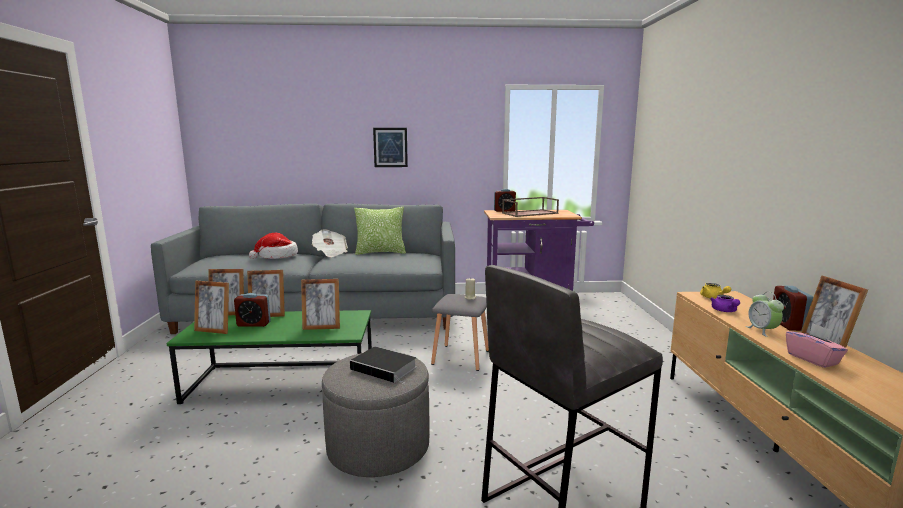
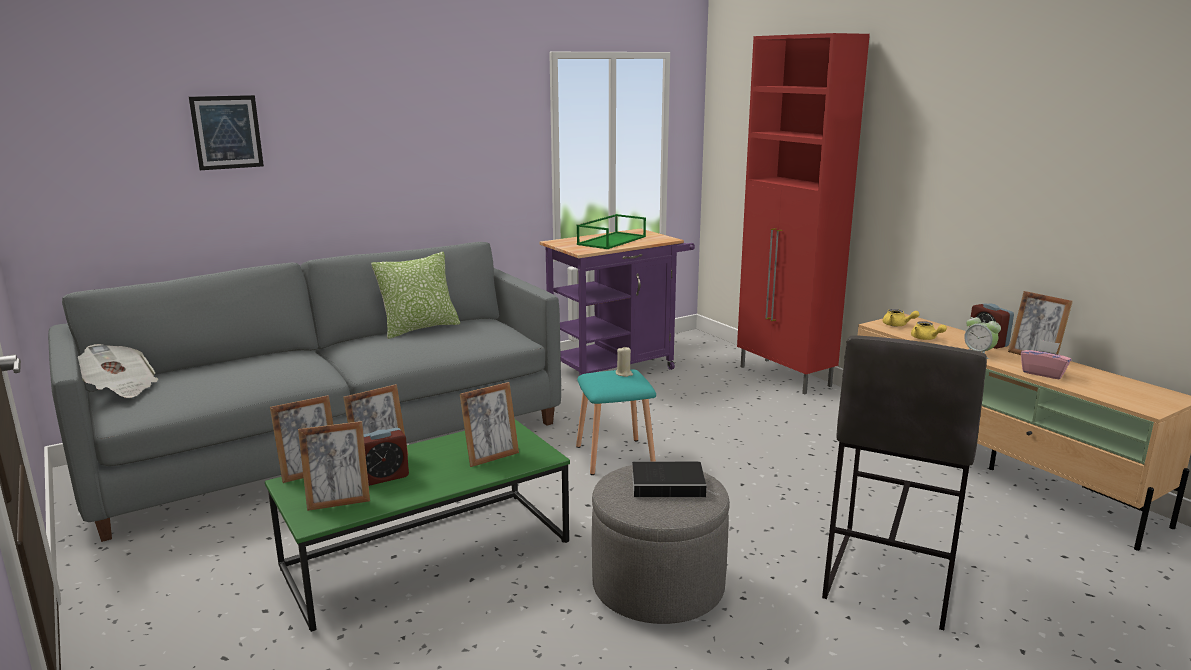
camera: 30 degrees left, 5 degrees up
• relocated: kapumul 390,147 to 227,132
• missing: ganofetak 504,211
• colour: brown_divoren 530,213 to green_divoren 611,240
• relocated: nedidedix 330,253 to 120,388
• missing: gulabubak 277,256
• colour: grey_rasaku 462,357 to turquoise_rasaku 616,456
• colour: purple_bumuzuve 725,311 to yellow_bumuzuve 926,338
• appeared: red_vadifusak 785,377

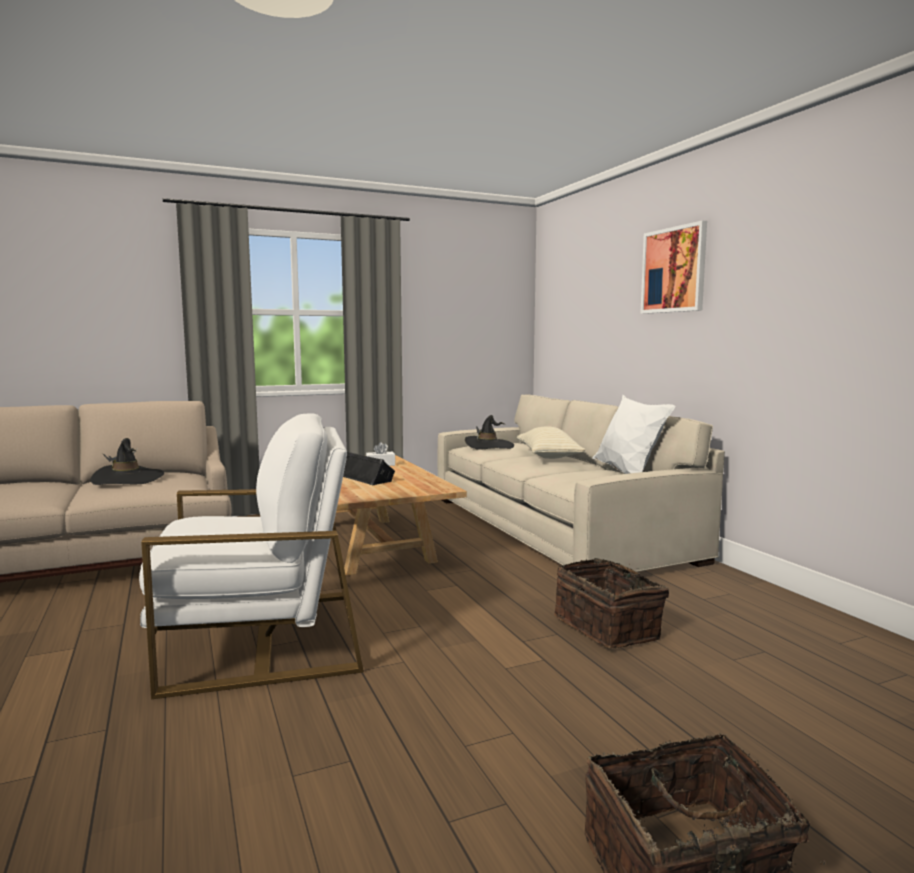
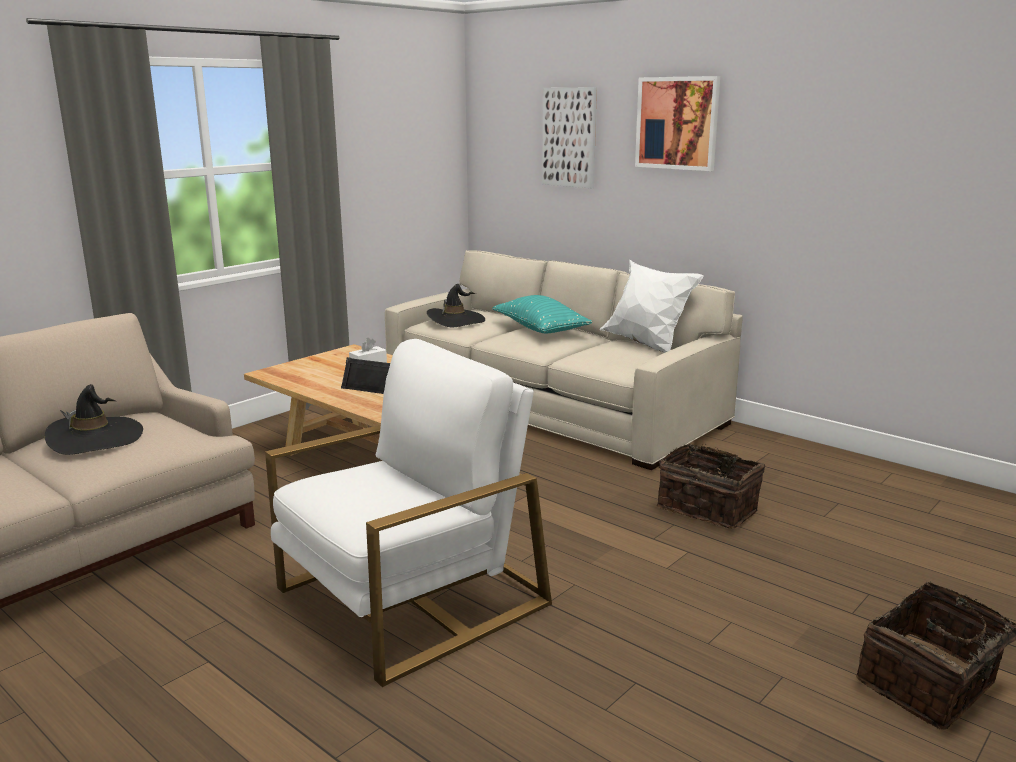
camera: 25 degrees left, 10 degrees up
• colour: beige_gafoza 548,456 to turquoise_gafoza 540,329
• appeared: kapumul 569,137

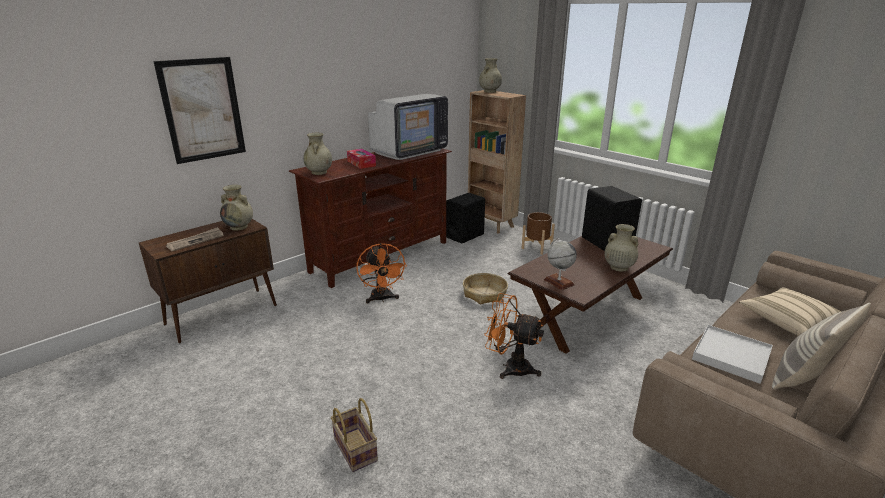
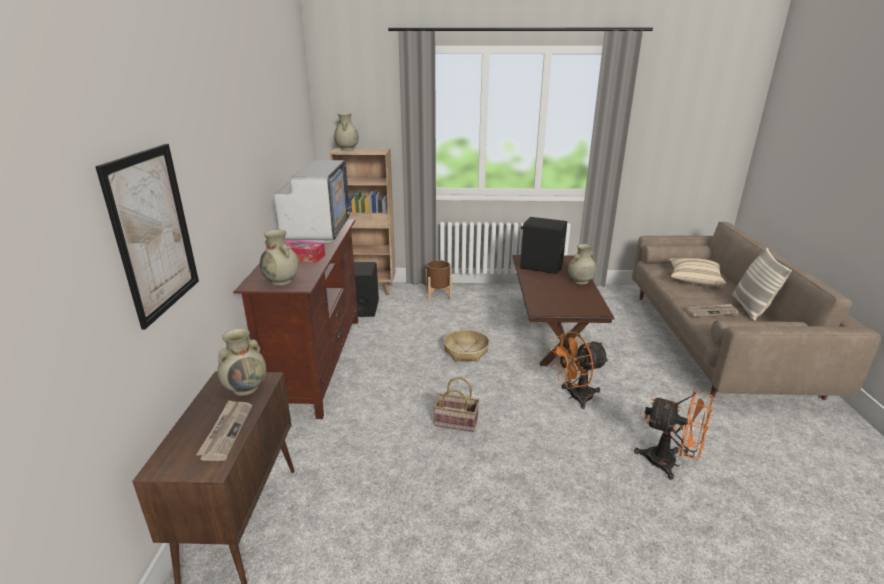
camera: 45 degrees left, 0 degrees up
• missing: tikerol 558,282
• relocated: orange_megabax 382,299 to 669,463
• exchanged: white_divoren 731,356 to nedidedix 711,312
• relocated: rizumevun 354,449 to 455,422

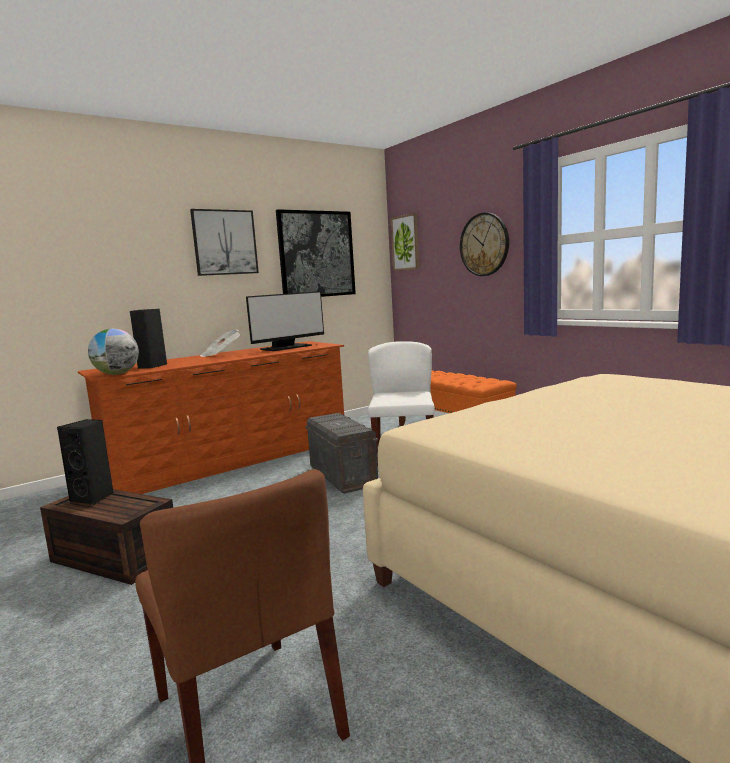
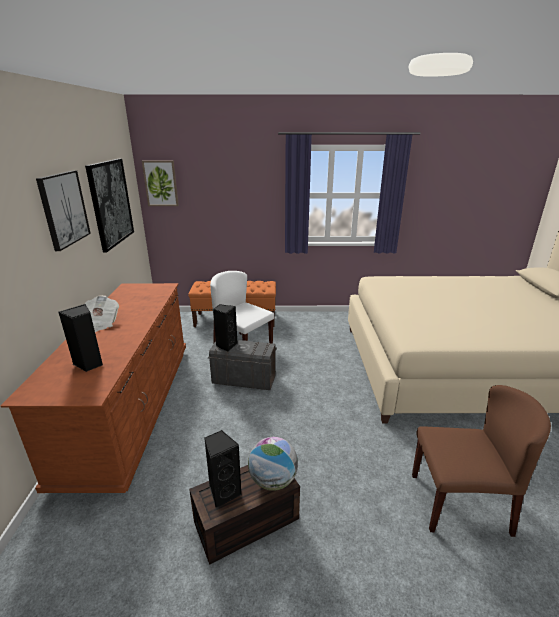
camera: 55 degrees left, 15 degrees up
• missing: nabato 484,244
• missing: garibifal 286,347
• relocated: tikerol 117,374 to 273,480
• appeared: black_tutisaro 226,345

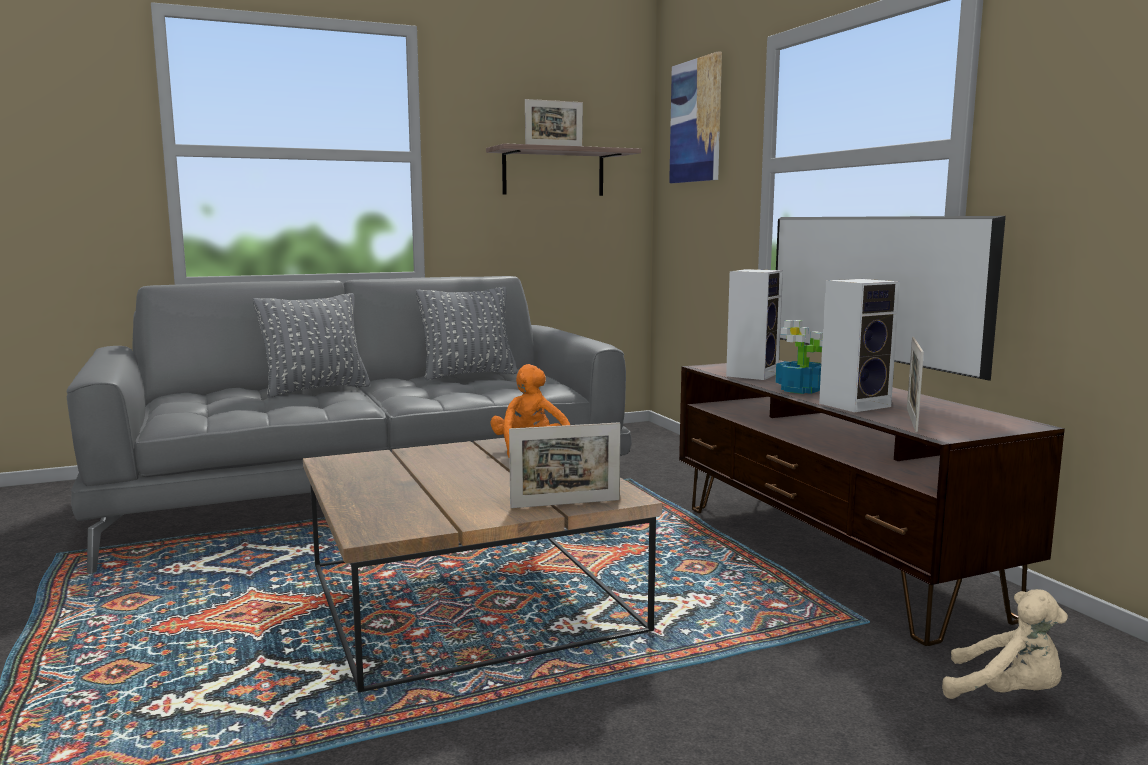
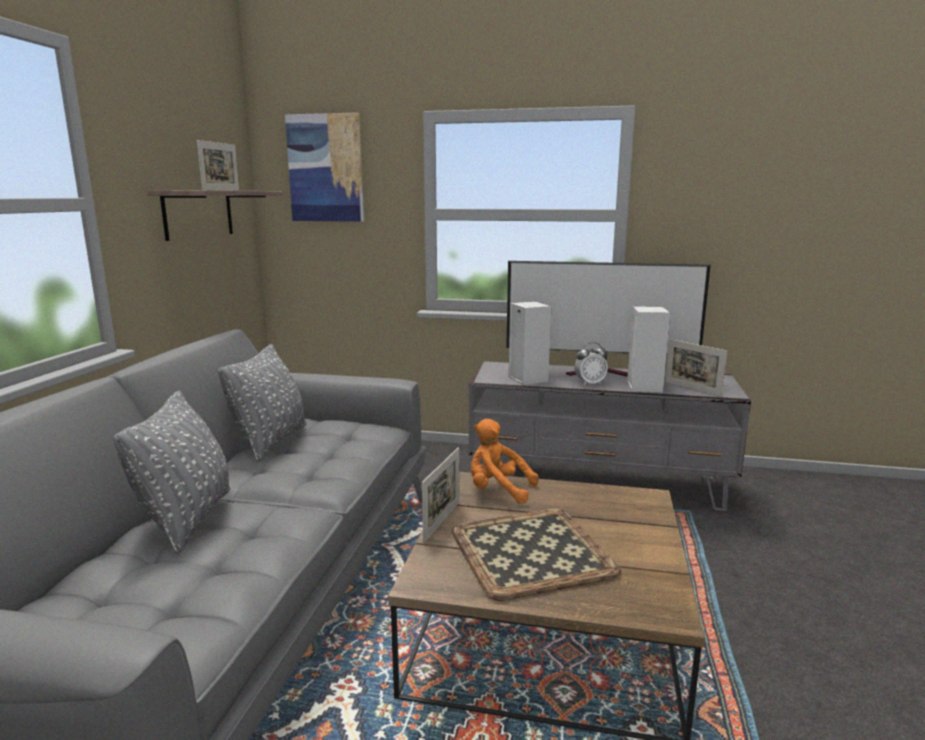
camera: 55 degrees left, 5 degrees up
• exchanged: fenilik 801,390 to ganofetak 590,383
• colour: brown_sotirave 830,557 to grey_sotirave 597,483
• relocated: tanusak 565,504 to 442,521
• missing: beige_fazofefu 1006,694
• appeared: divoren 531,551

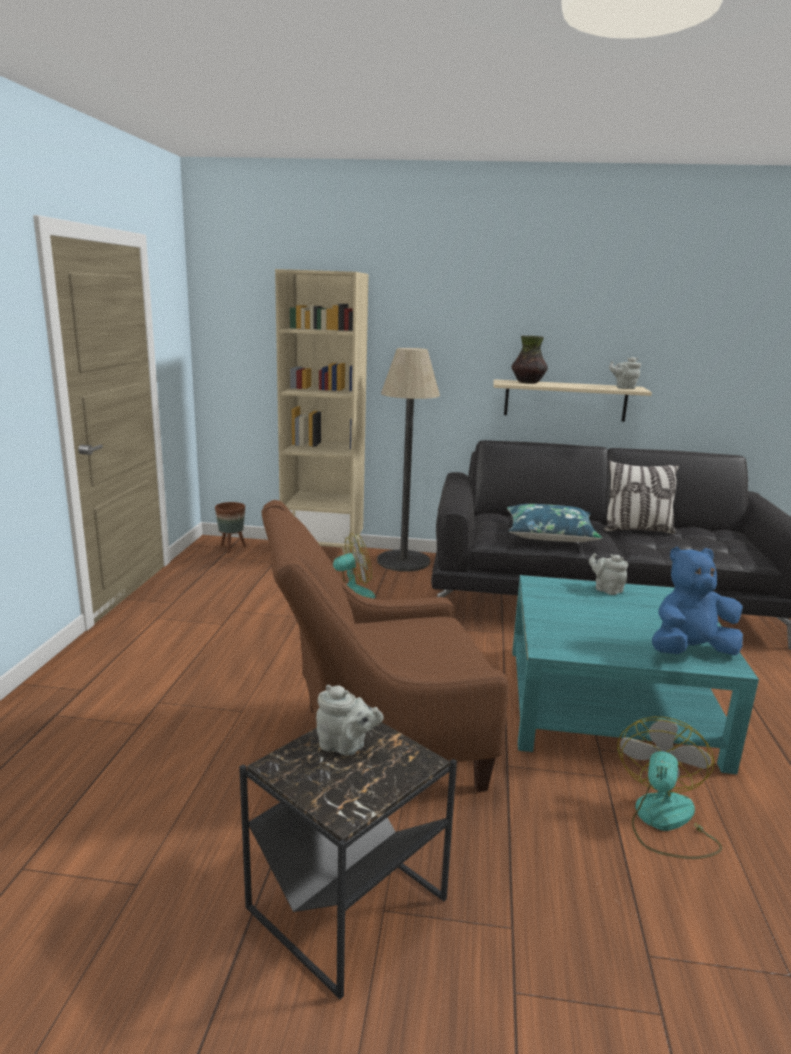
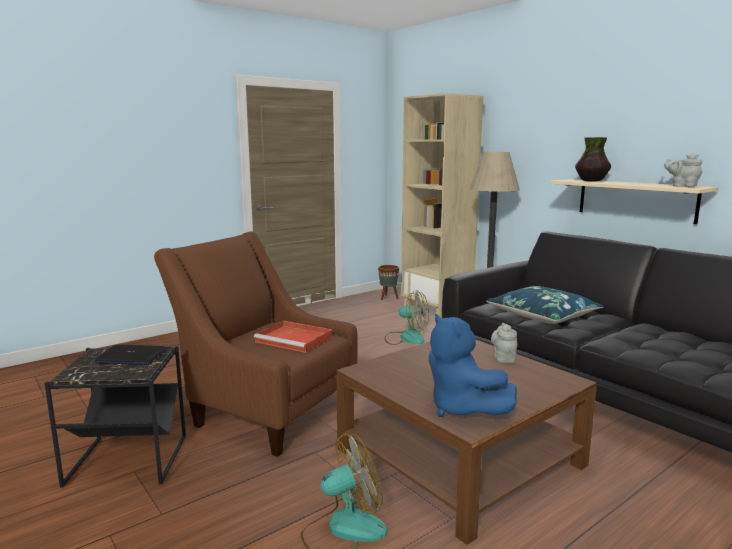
camera: 45 degrees right, 5 degrees down
• missing: gafoza 637,530
• spun: blue_fazofefu 689,651 = 461,408 150 degrees counterclockwise
• colour: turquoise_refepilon 609,703 to brown_refepilon 459,457
• exchanged: grey_bumuzuve 345,746 to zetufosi 131,357
• appeared: red_divoren 295,339

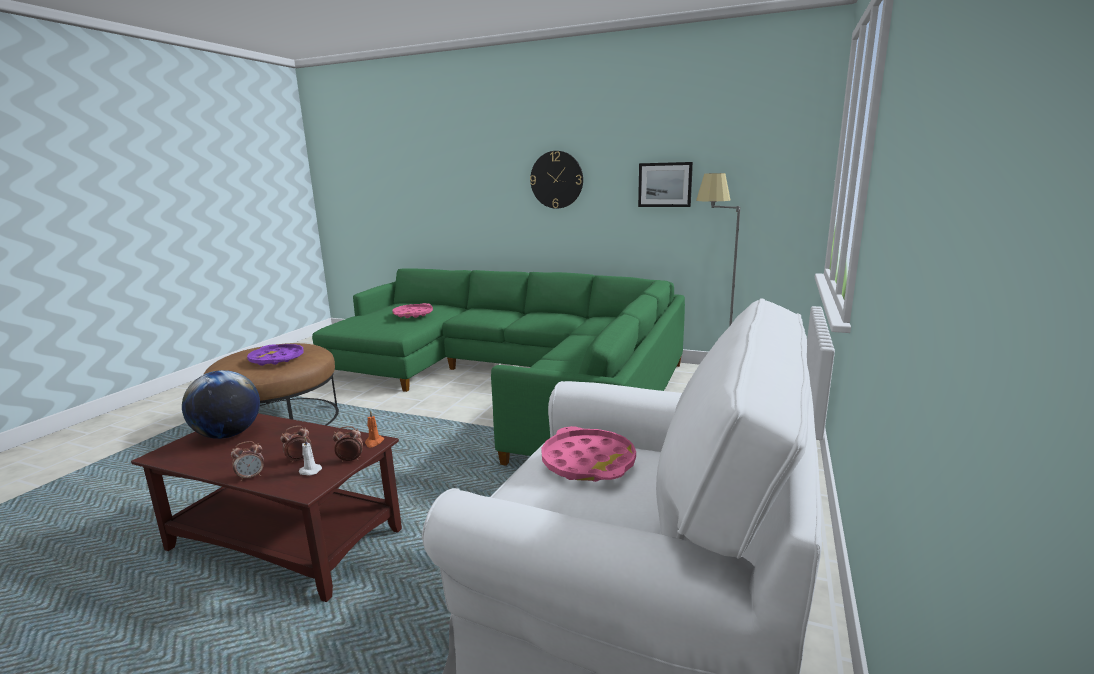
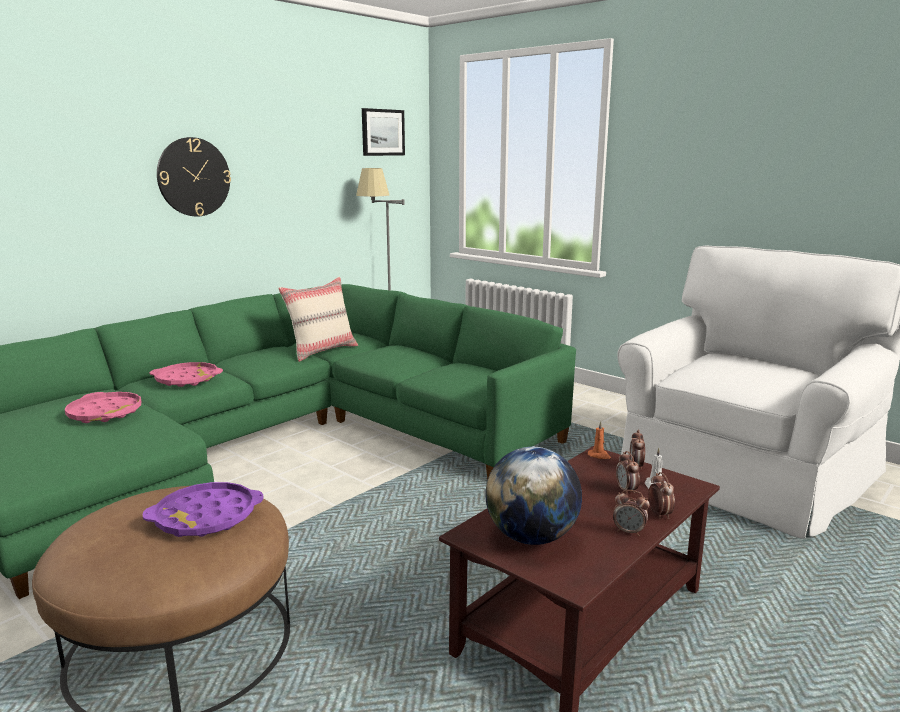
camera: 70 degrees left, 0 degrees up
• relocated: kapumul 665,184 to 382,132
• relocated: pink_divoren 588,462 to 187,379
• appeared: beige_gafoza 322,351
• appeared: ganofetak 629,532

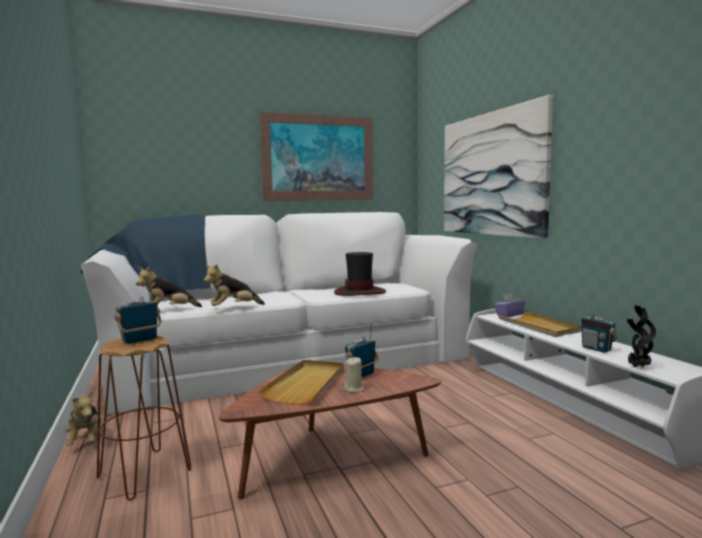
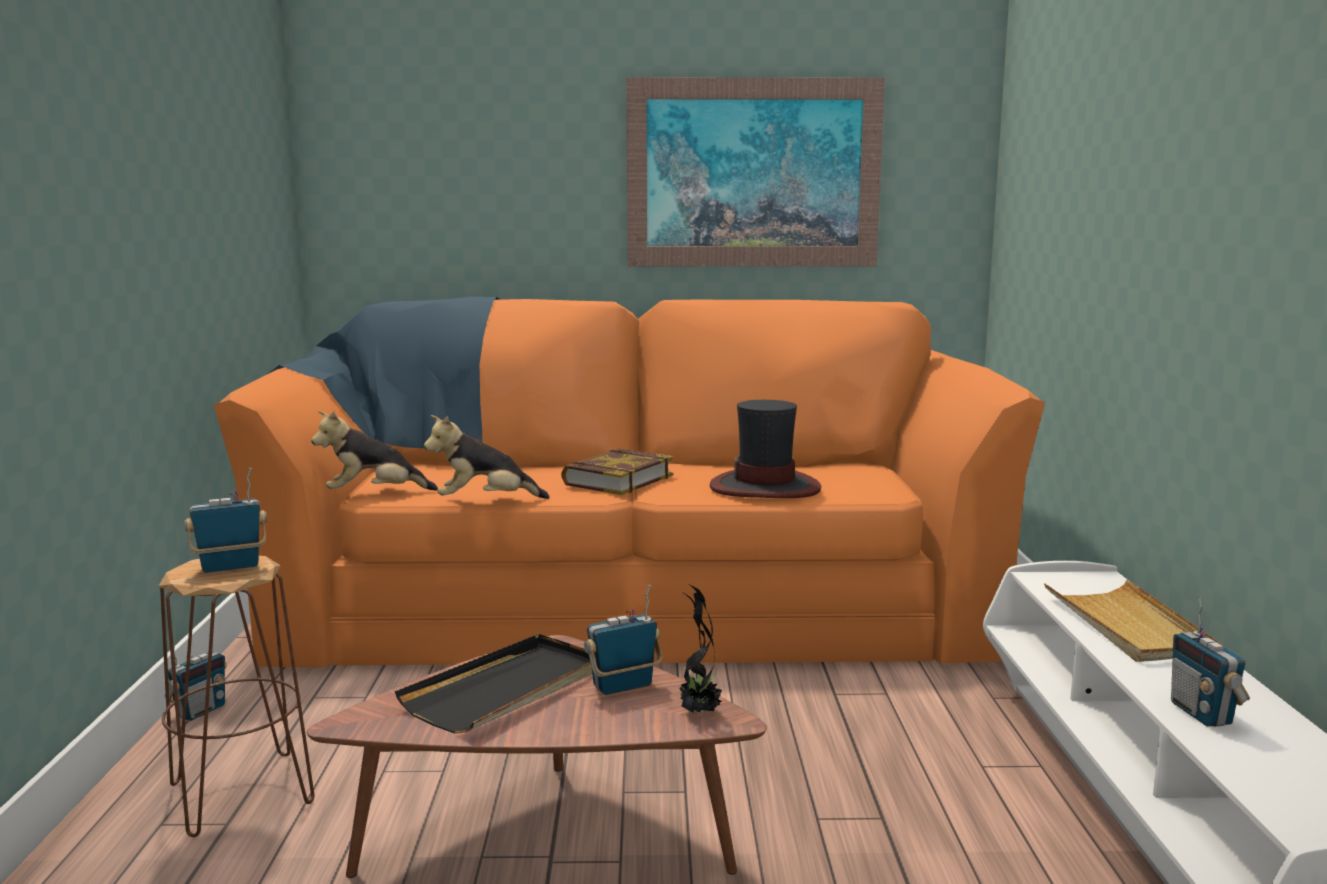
camera: 20 degrees right, 5 degrees up
• missing: kapumul 491,174
• colour: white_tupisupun 288,357 to orange_tupisupun 631,599
• missing: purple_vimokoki 509,315
• relocated: fenilik 637,367 to 698,712
• missing: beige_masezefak 354,389
• colour: beige_divoren 306,384 to black_divoren 507,689
• exchanged: fazofefu 86,440 to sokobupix 200,711
• appeared: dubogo 617,480

